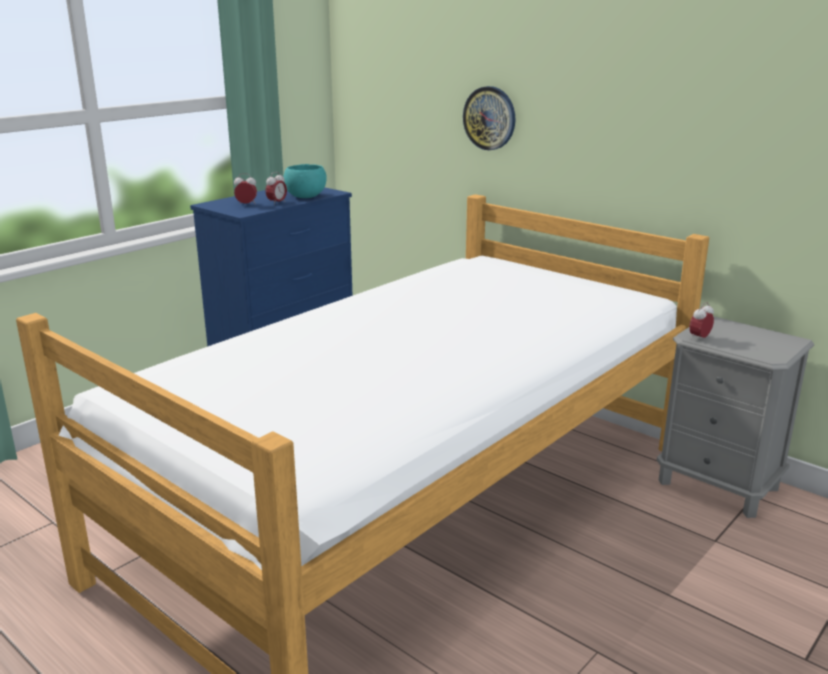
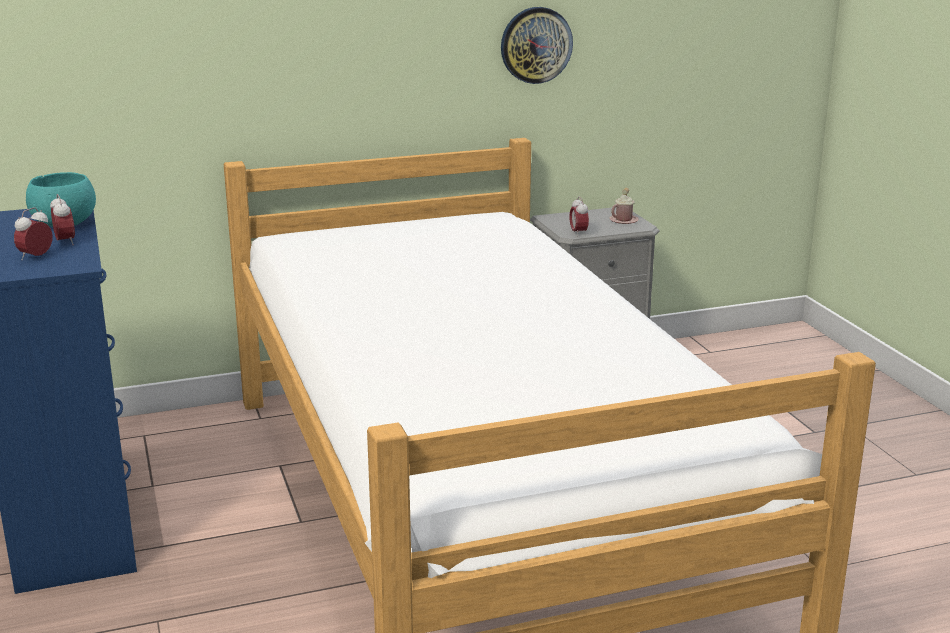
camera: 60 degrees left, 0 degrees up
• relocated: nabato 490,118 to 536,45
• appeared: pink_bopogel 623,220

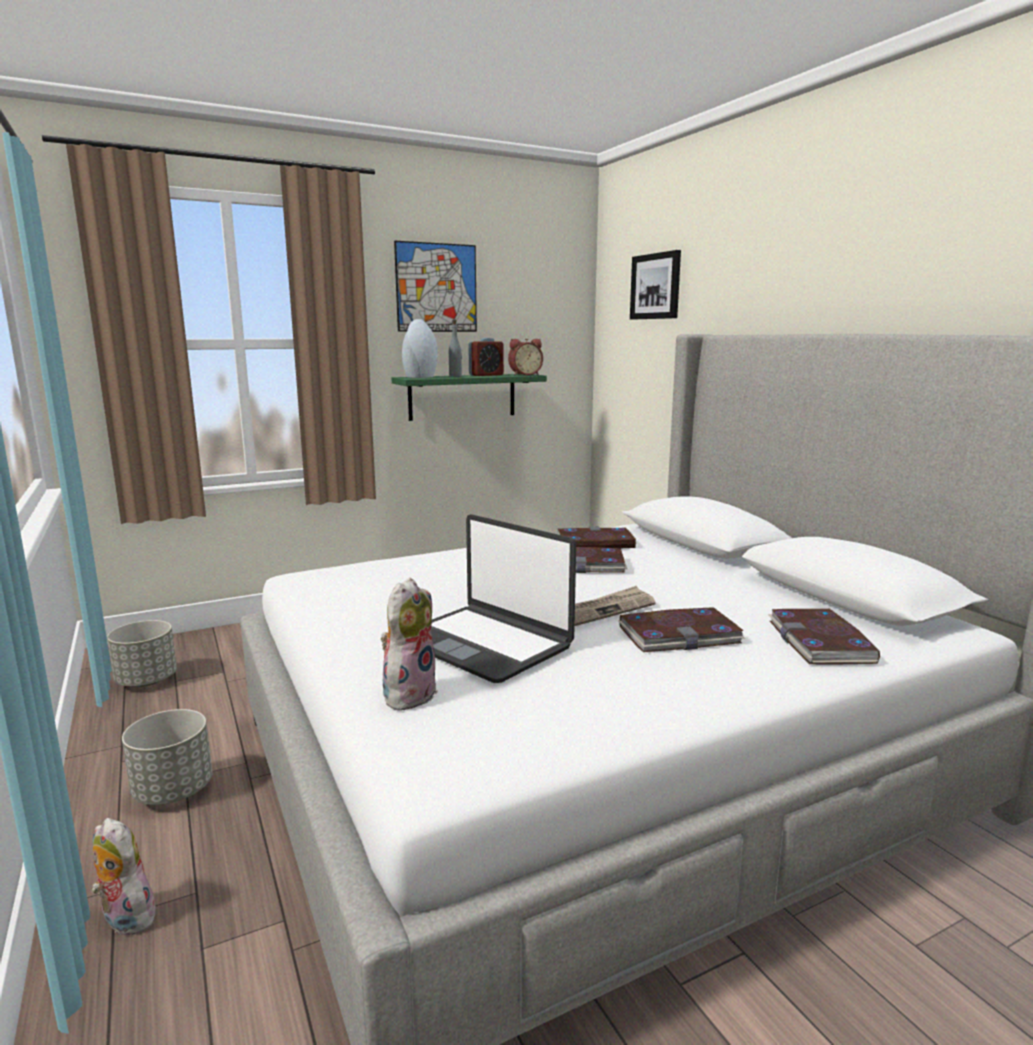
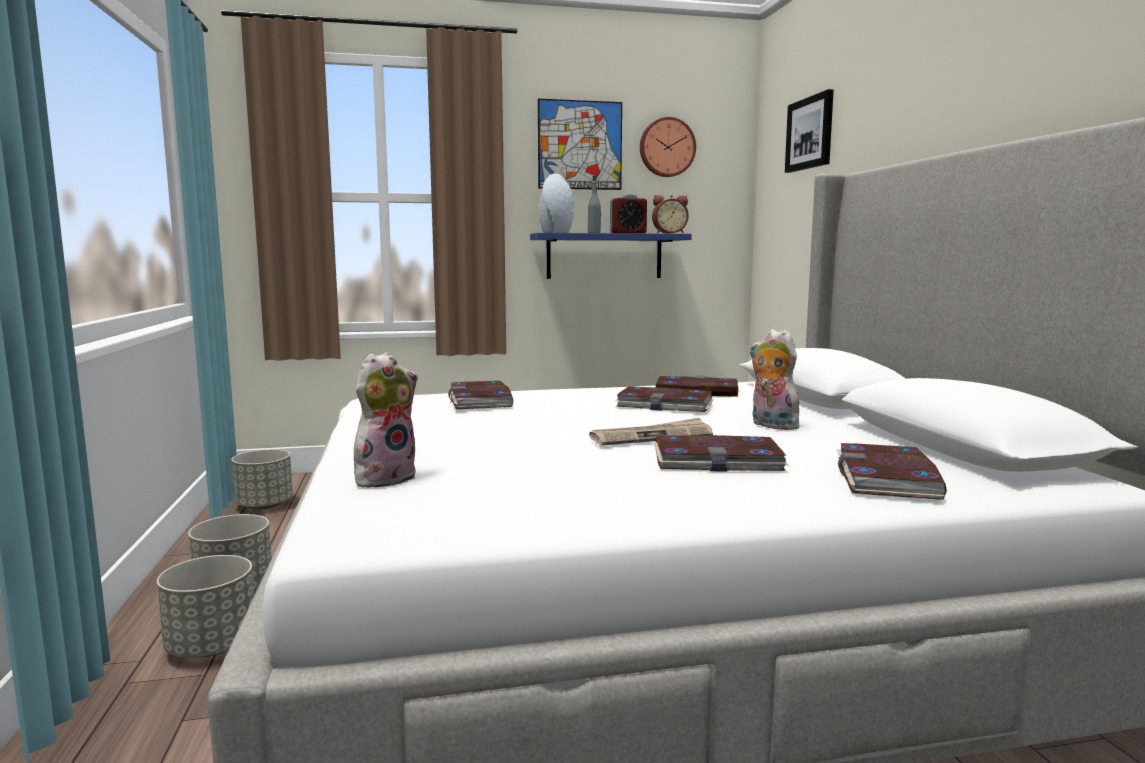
camera: 15 degrees right, 5 degrees down
• colour: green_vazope 462,396 to blue_vazope 604,256
• missing: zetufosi 485,644
• relocated: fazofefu 125,918 to 771,425
• appeared: nabato 666,147
• appeared: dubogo 480,400
• appeared: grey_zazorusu 212,647

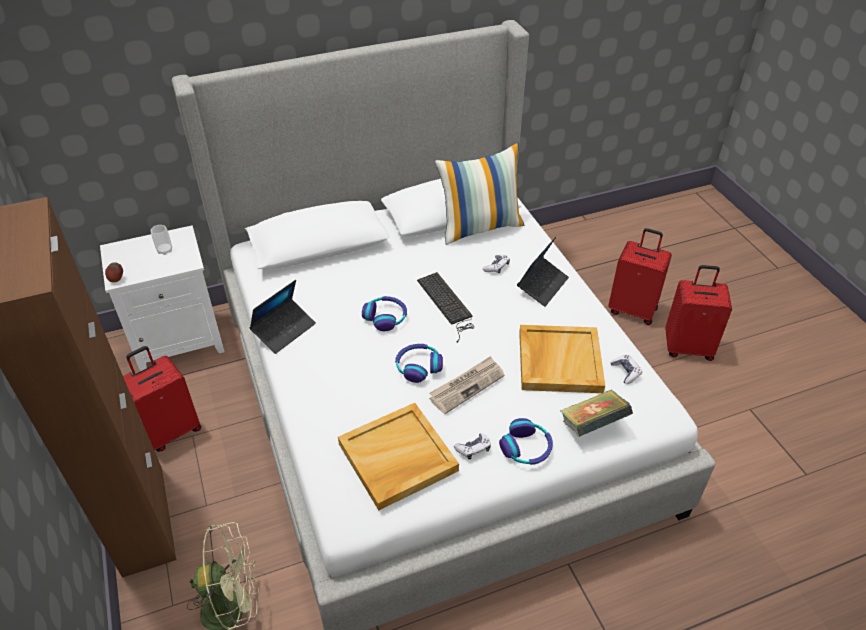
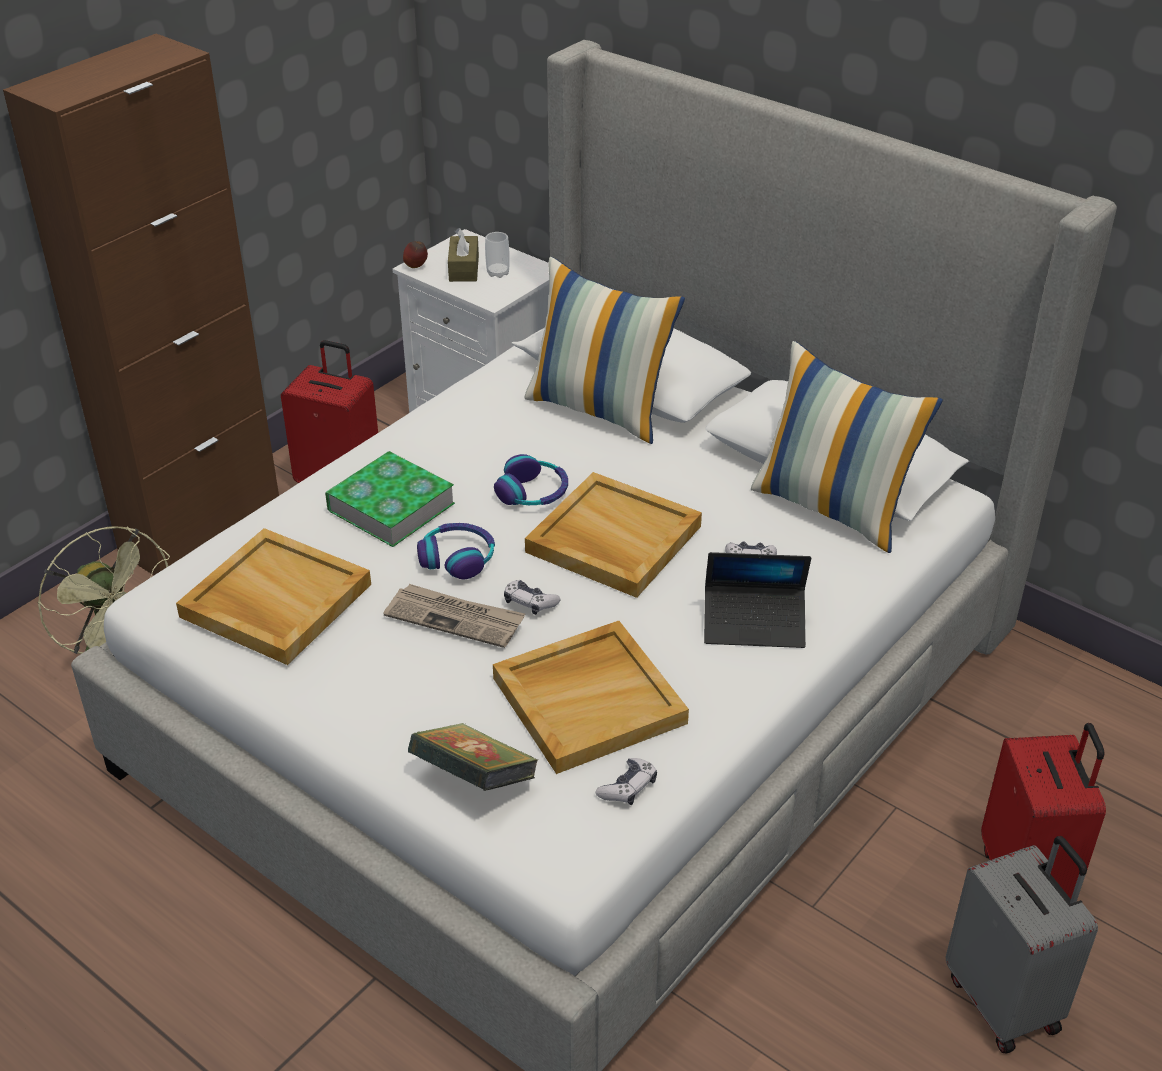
camera: 60 degrees right, 5 degrees down
• colour: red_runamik 688,347 to grey_runamik 1004,1001
• exchanged: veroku 447,304 to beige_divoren 612,539
• missing: zetufosi 284,330
• missing: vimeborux 526,448
• relocated: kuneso 473,449 to 530,602
• appeared: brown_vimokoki 464,268
• appeared: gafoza 600,409
• appeared: dubogo 391,506

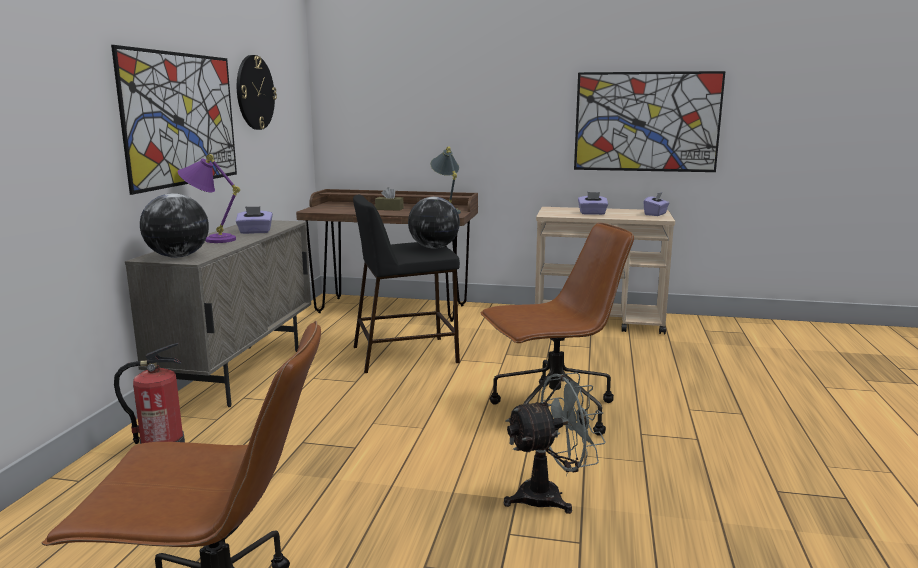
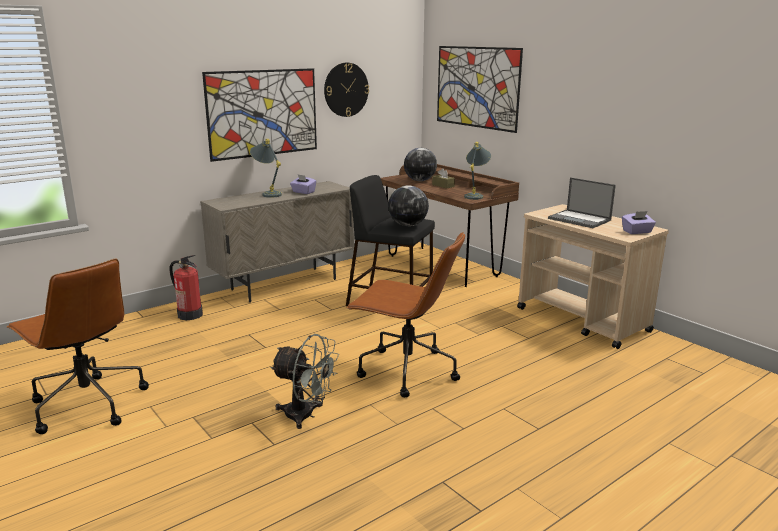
camera: 40 degrees right, 5 degrees up
• relocated: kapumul 646,122 to 476,87
• colour: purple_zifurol 210,240 to grey_zifurol 268,194
• exchanged: purple_vimokoki 592,213 to zetufosi 580,219
• relocated: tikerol 178,256 to 420,180

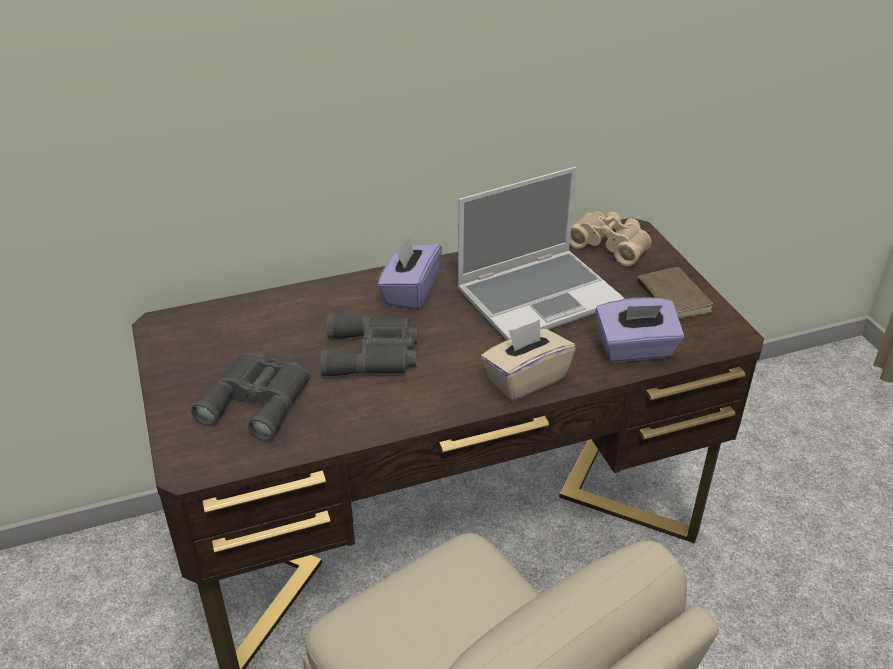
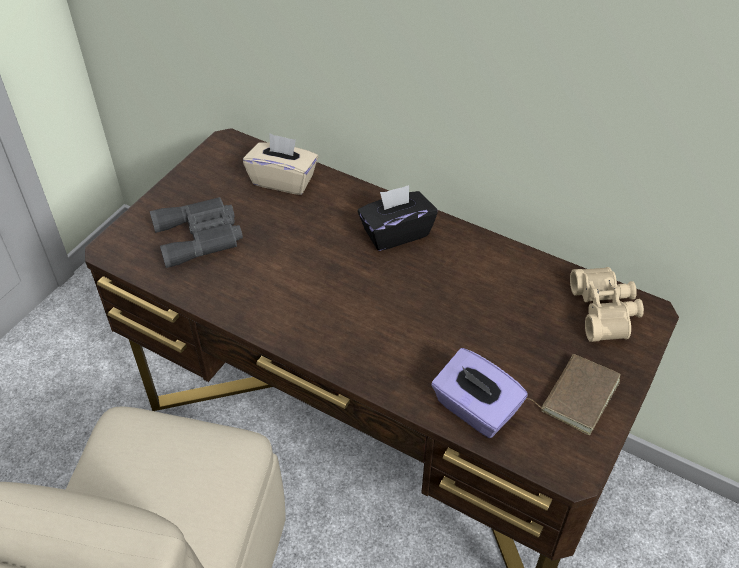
camera: 50 degrees right, 10 degrees up
• missing: zetufosi 539,296
• colour: purple_vimokoki 410,292 to black_vimokoki 396,233
• missing: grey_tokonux 373,354
• relocated: beige_vimokoki 525,379 to 283,180

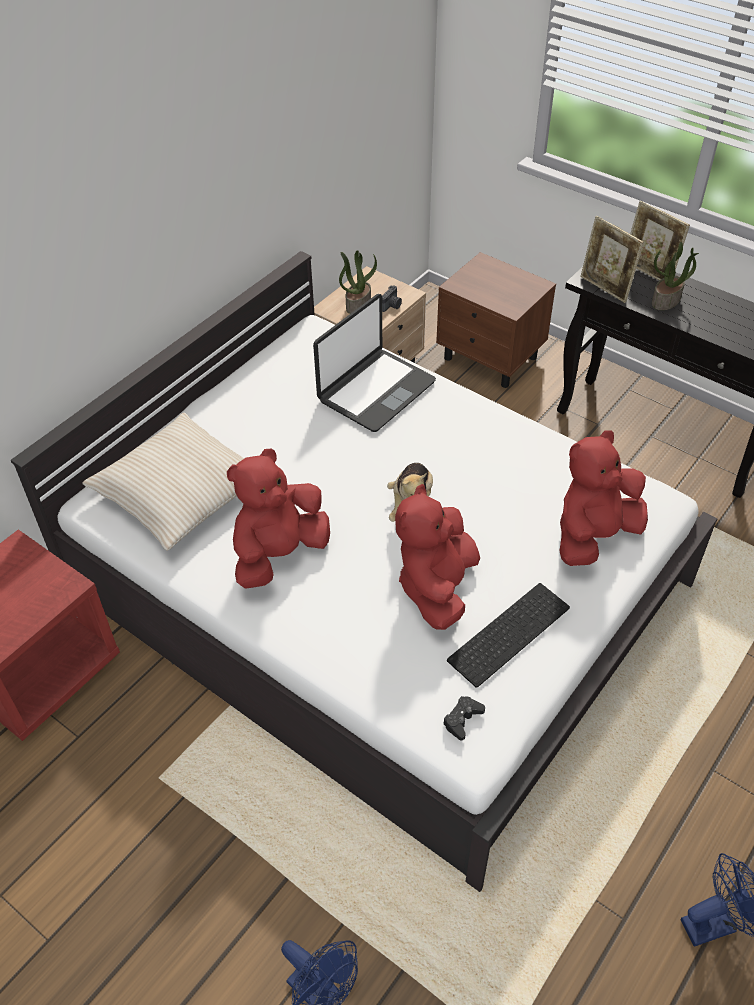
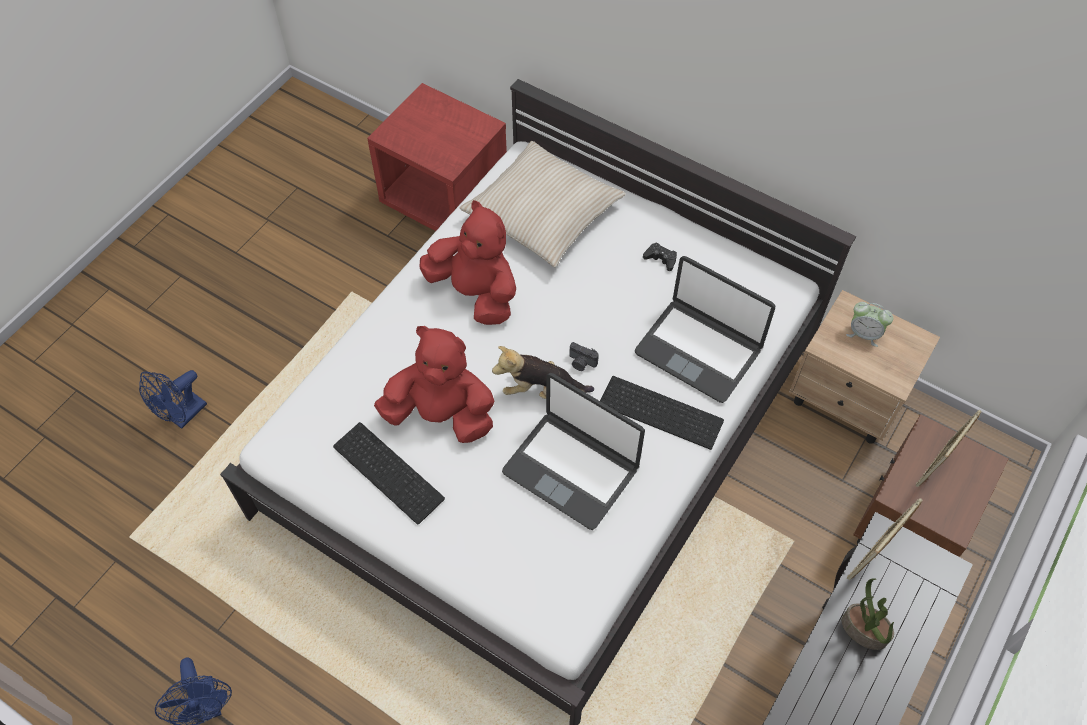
camera: 85 degrees right, 10 degrees up
• relocated: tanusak 648,272 to 935,466
• exchanged: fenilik 358,304 to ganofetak 864,334
• relocated: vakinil 391,306 to 581,363
• missing: red_fazofefu 594,536
• relocated: black_kuneso 462,719 to 661,259
• appeared: zetufosi 571,469
• appeared: veroku 662,411

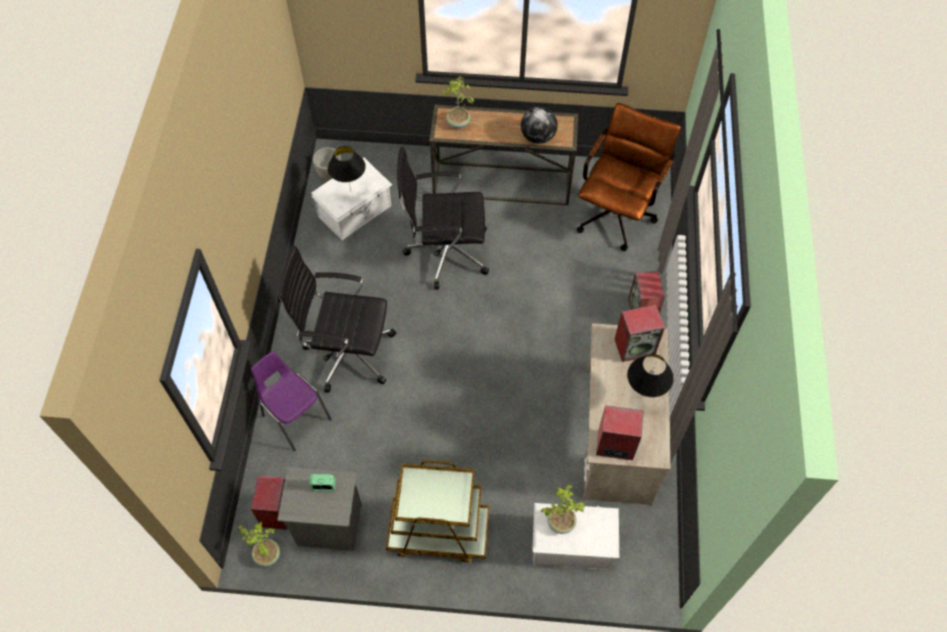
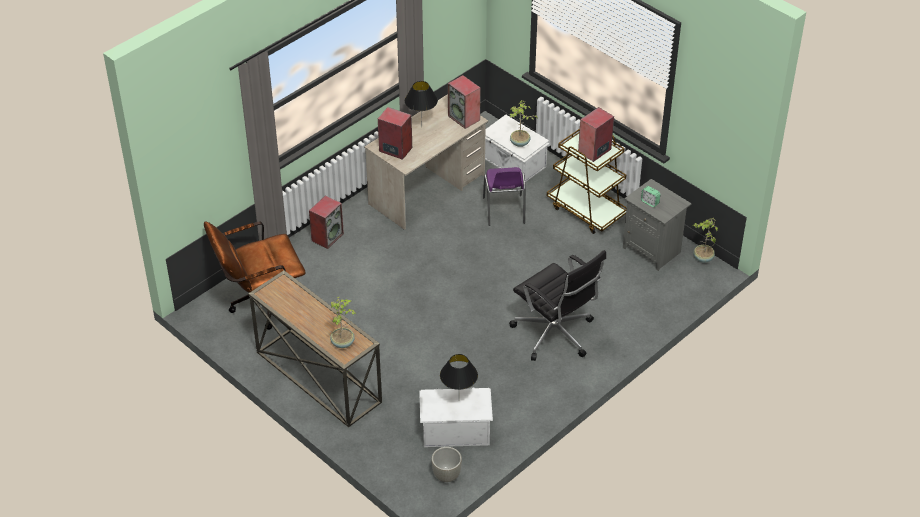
camera: 140 degrees left, 15 degrees down
• missing: tikerol 538,137
• missing: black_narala 445,252
• relocated: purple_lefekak 295,416 to 504,211
• relocated: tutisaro 277,511 to 594,151

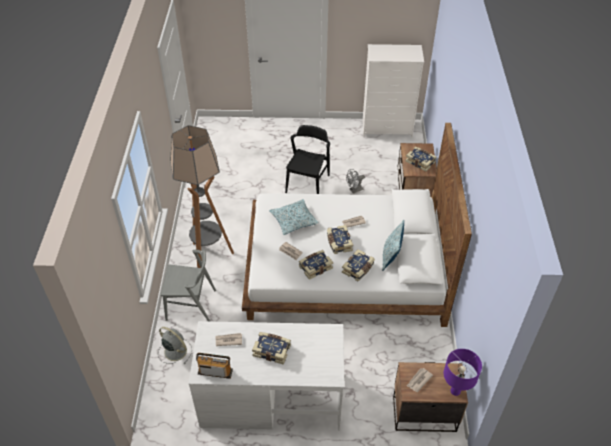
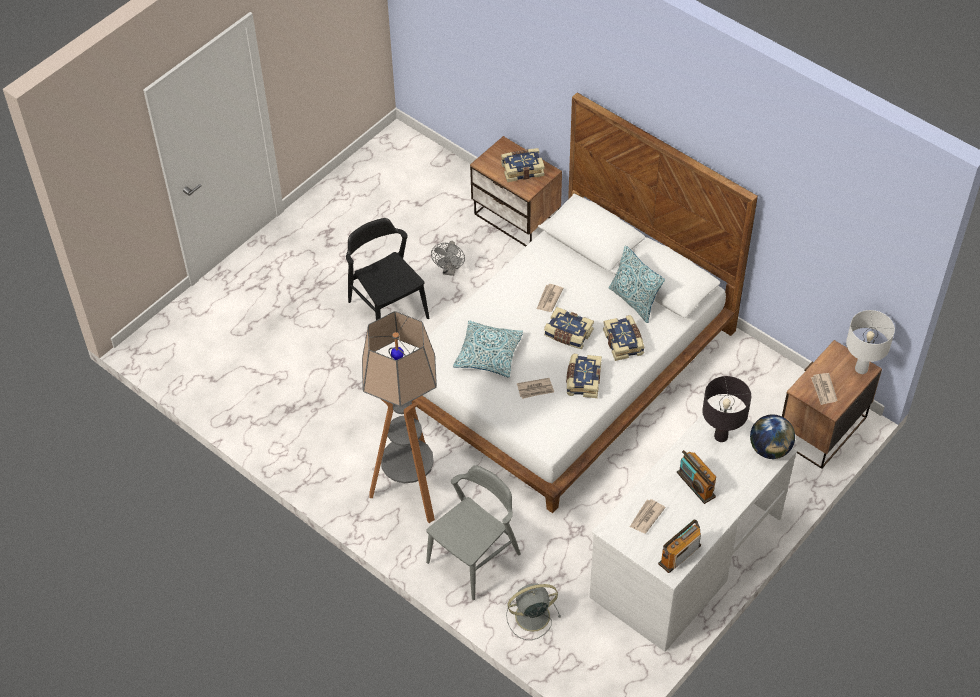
camera: 50 degrees left, 5 degrees up
• missing: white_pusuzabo 387,128
• exchanged: dubogo 272,350 to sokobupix 695,484
• colour: purple_zifurol 455,391 to white_zifurol 861,369
• appeared: black_zifurol 721,436
• appeared: tikerol 770,449

